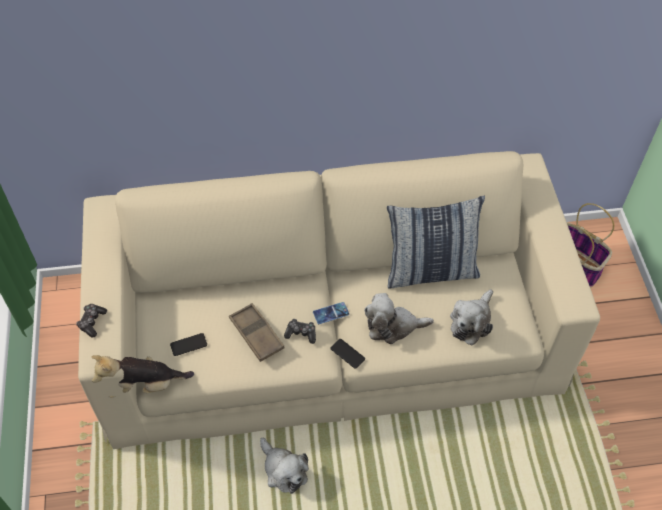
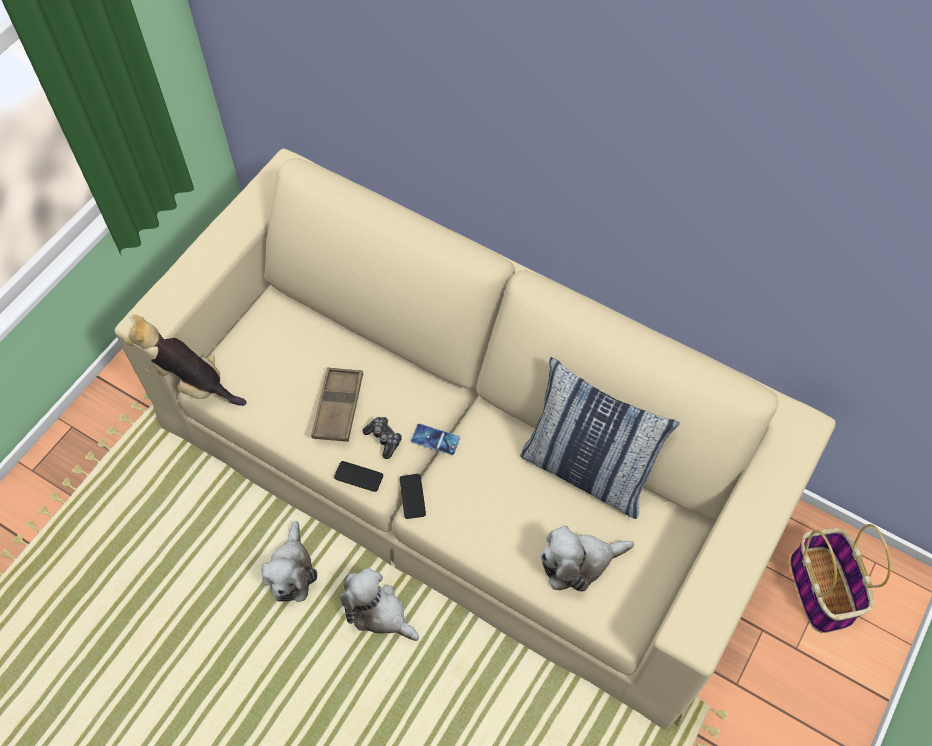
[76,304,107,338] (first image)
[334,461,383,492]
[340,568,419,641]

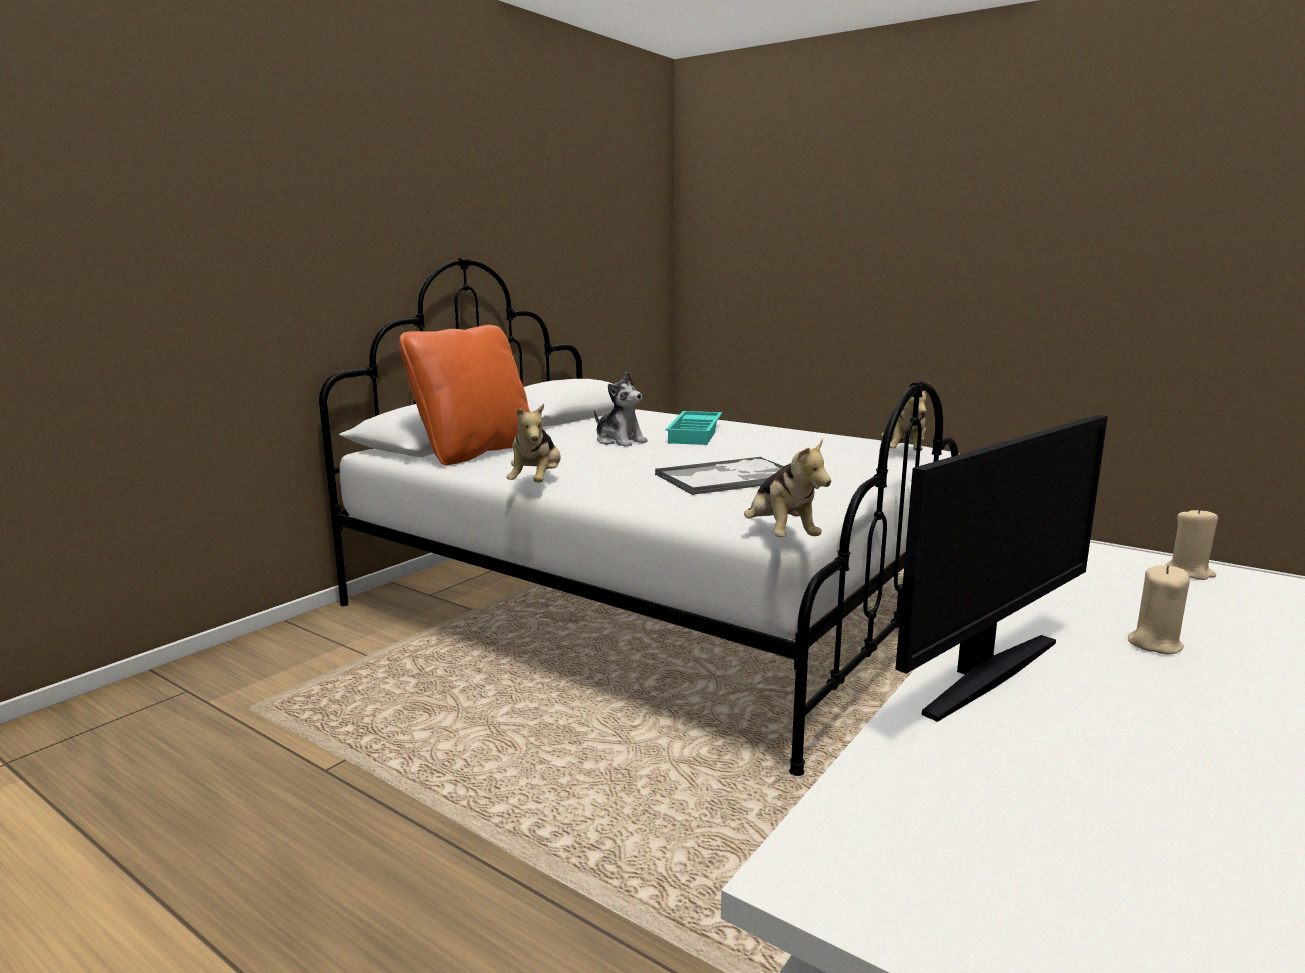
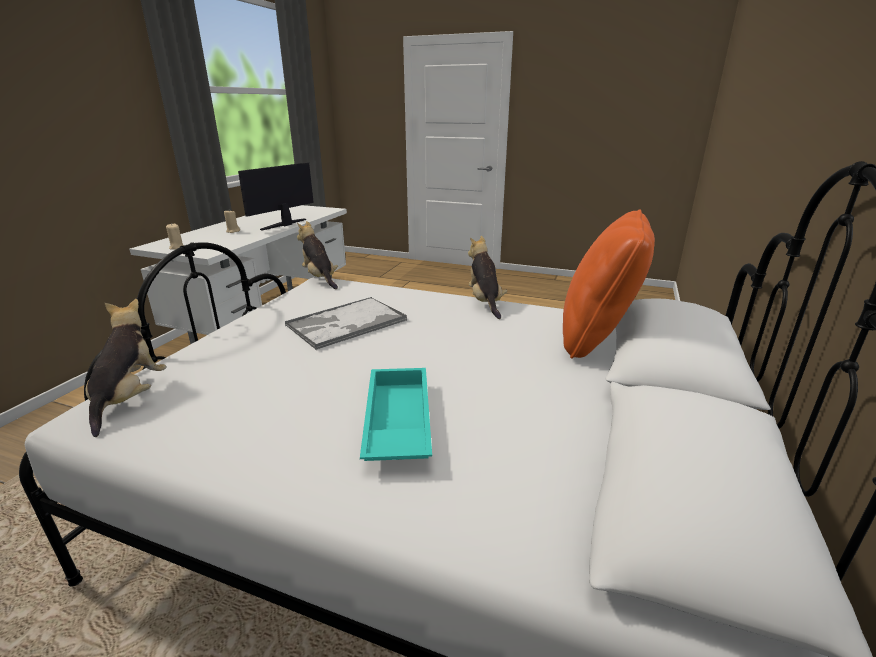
[594,372,648,447] (first image)

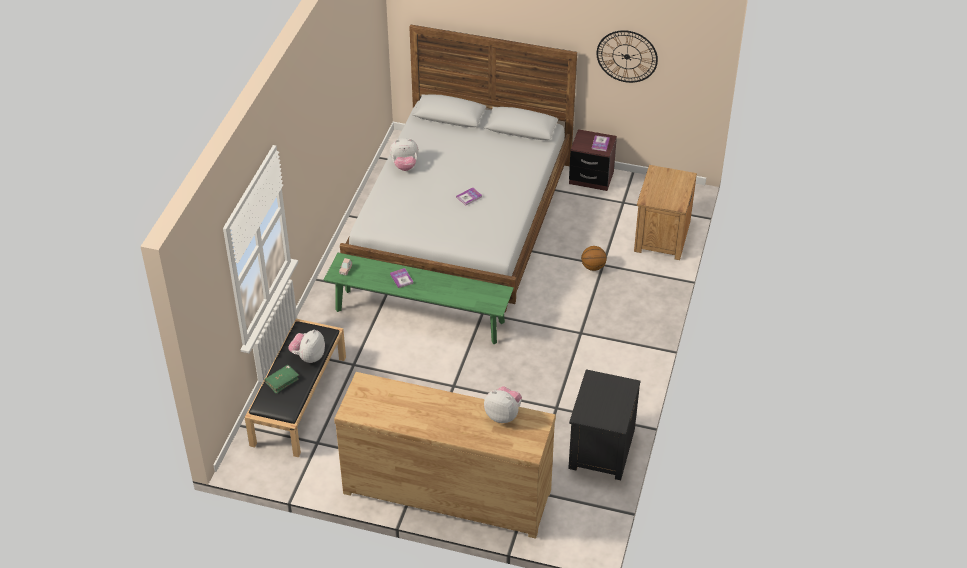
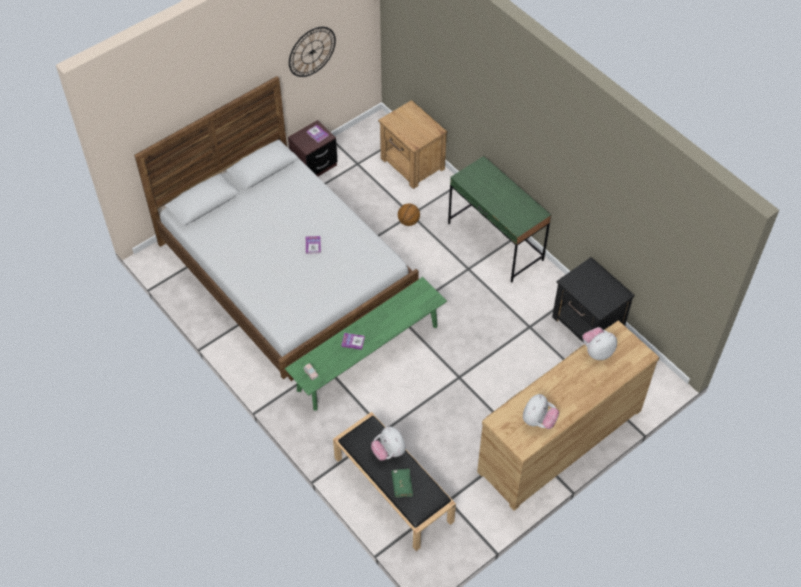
[448,156,551,283]
[523,394,559,429]

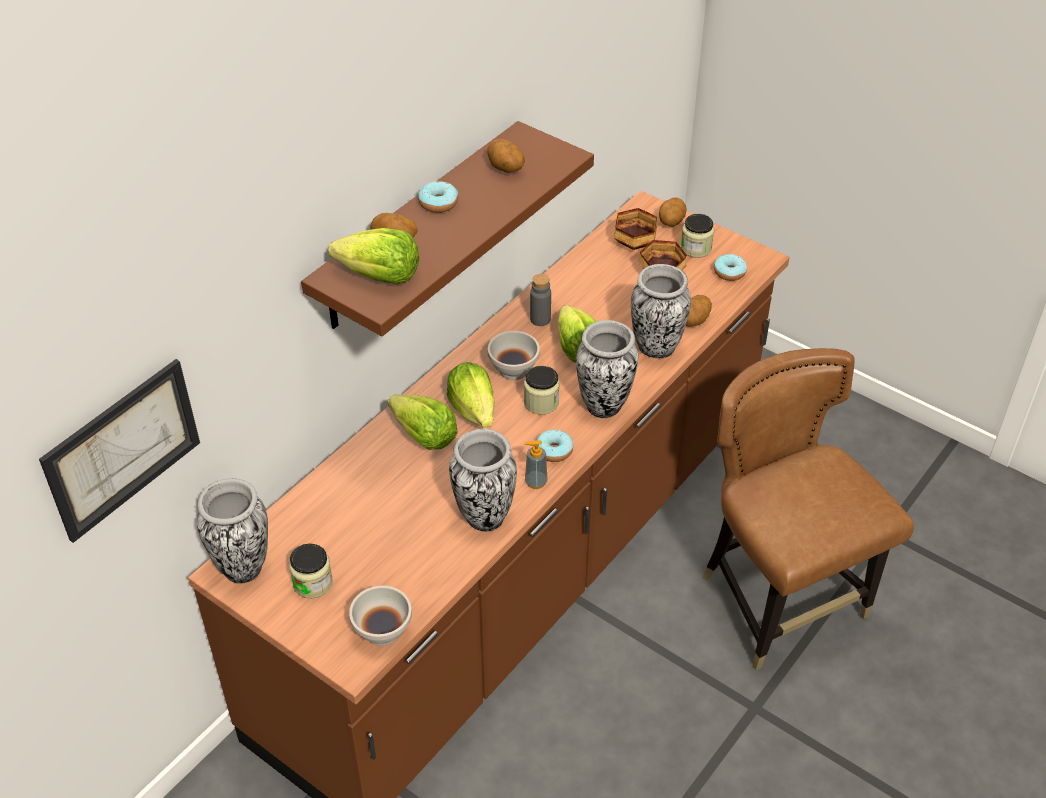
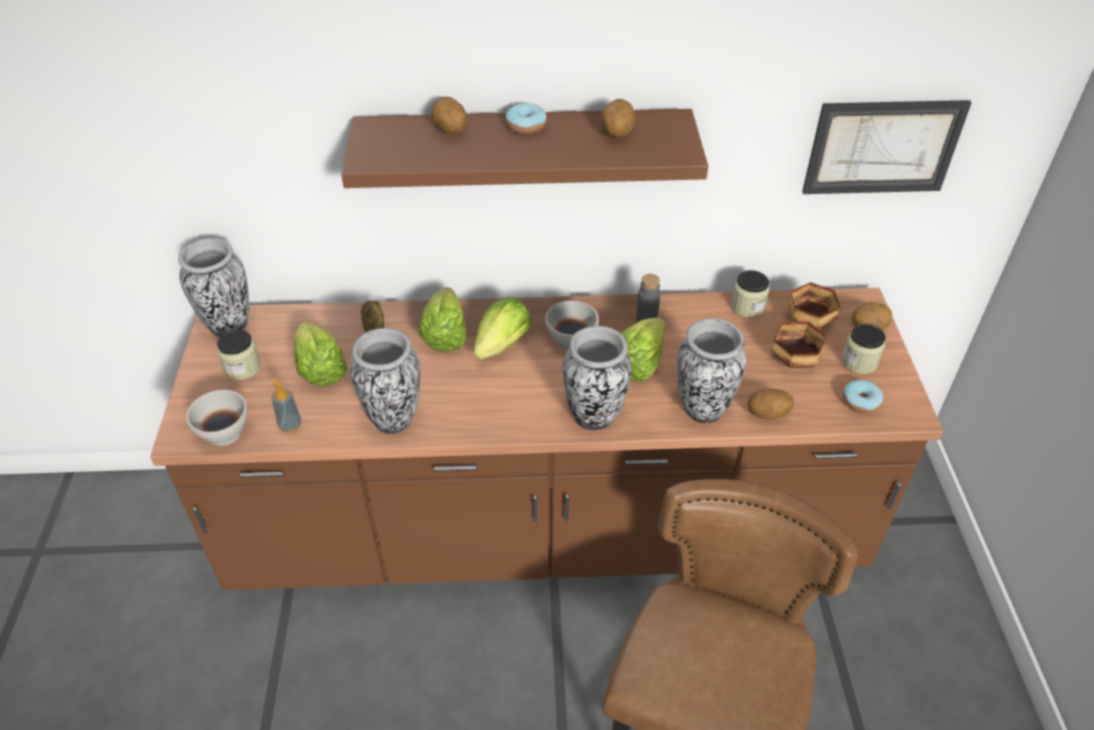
[536,430,573,462] (first image)
[361,301,384,333]
[802,100,972,194]
[294,322,347,387]
[731,270,769,318]
[270,377,301,433]

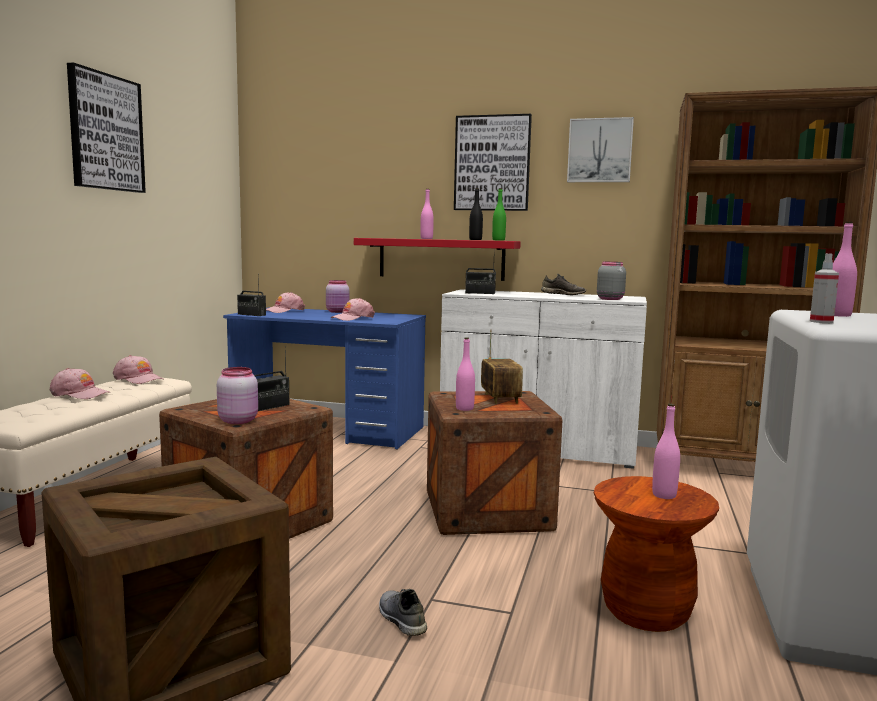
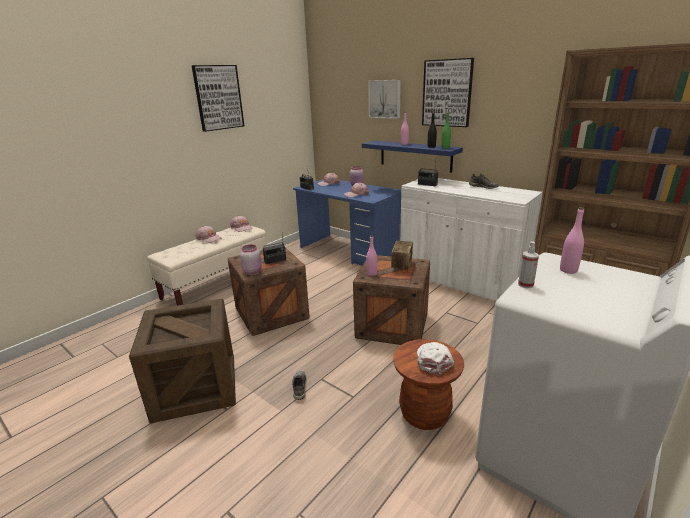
[597,262,626,300] (first image)
[368,80,401,119]
[417,342,454,375]
[362,141,463,173]

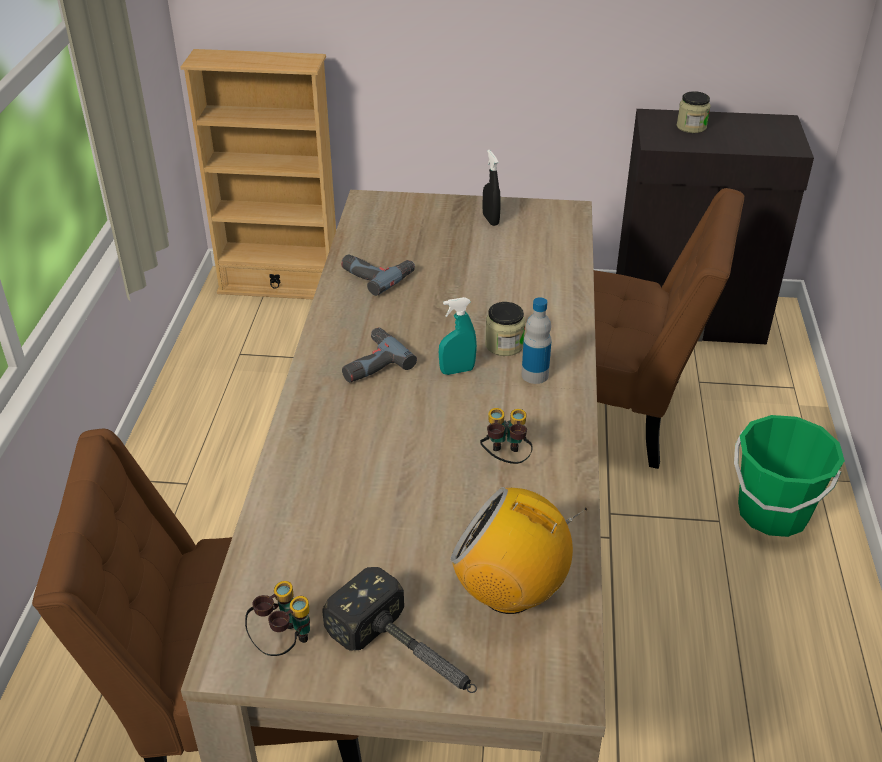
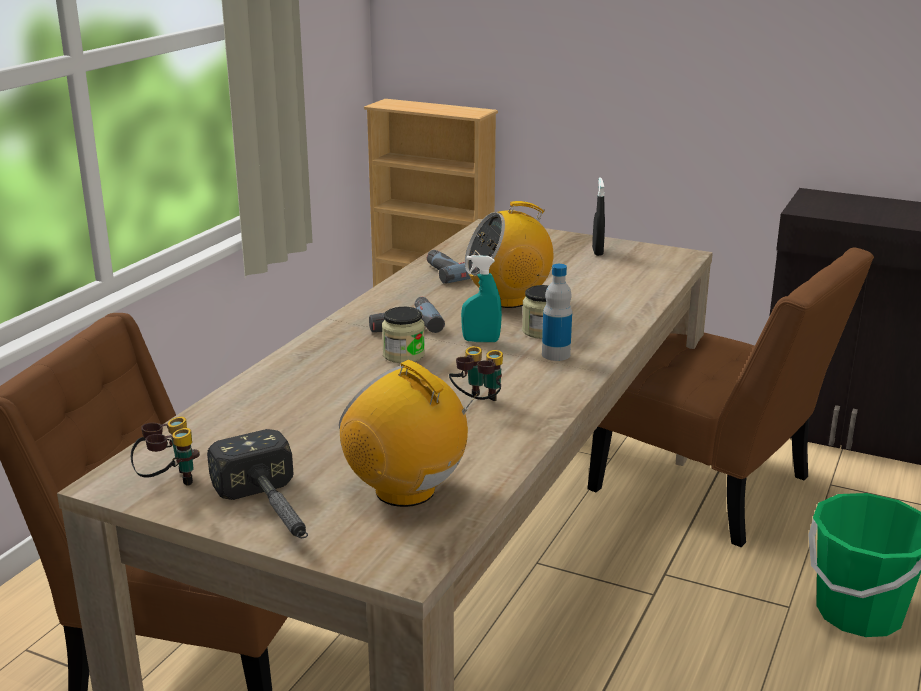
[465,201,553,308]
[382,307,425,363]

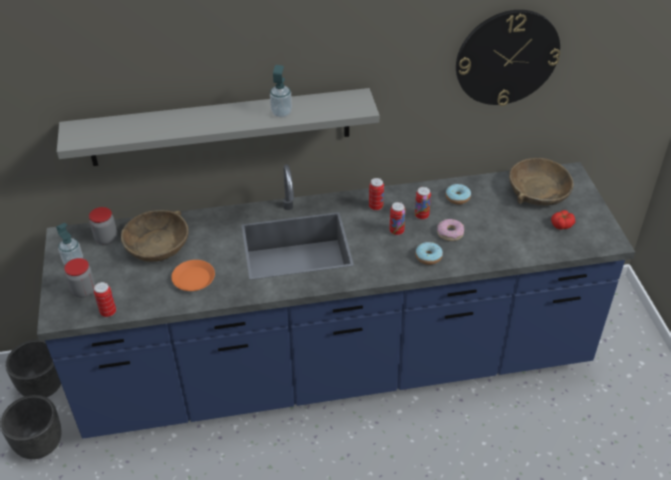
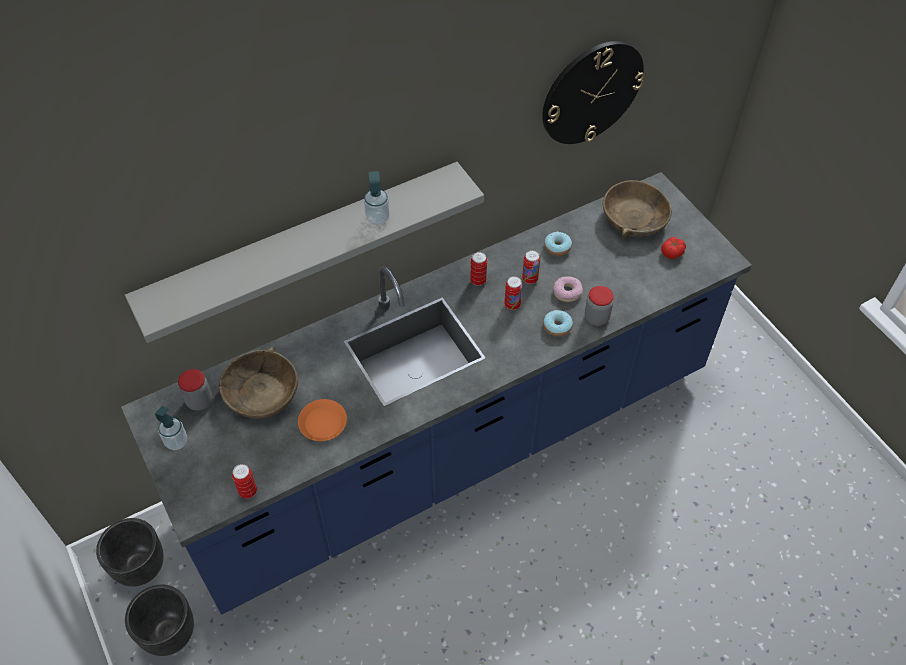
[585,286,614,326]

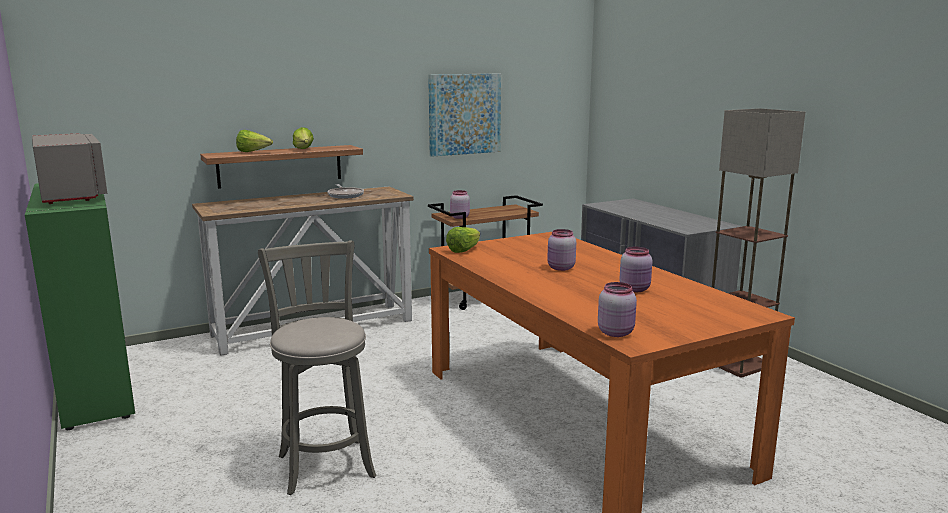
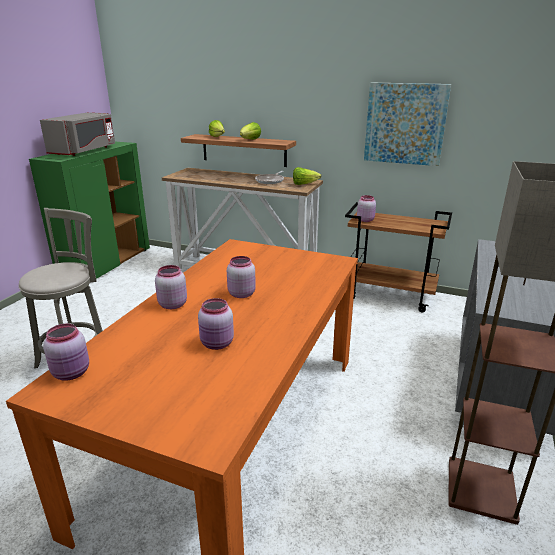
[155,265,187,309]
[293,167,321,185]

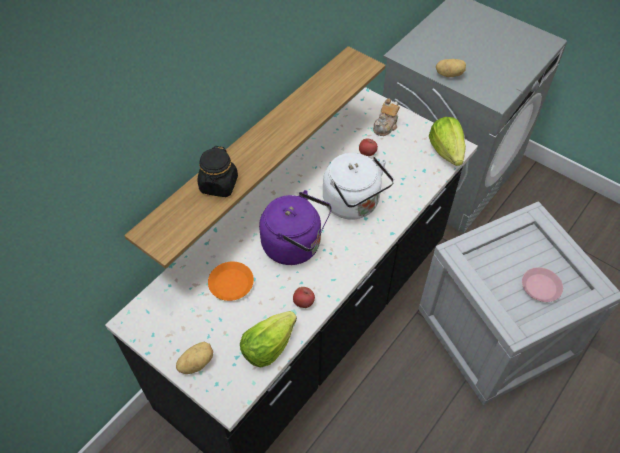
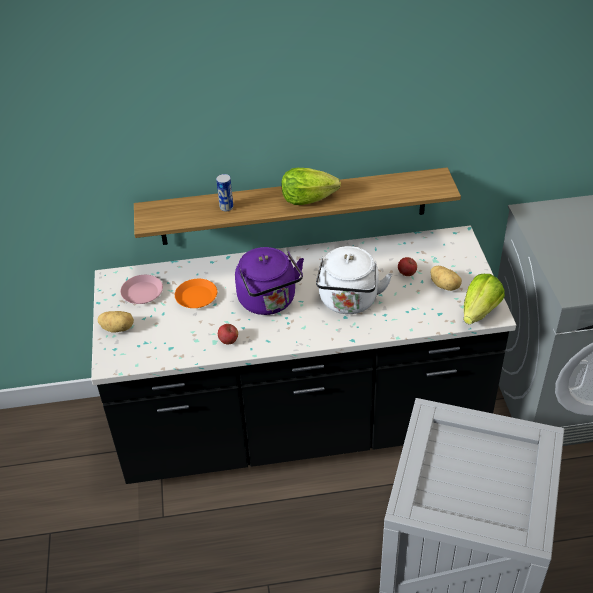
[373,99,400,136] (first image)
[281,168,341,205]
[431,266,462,291]
[120,275,163,304]
[216,174,233,211]

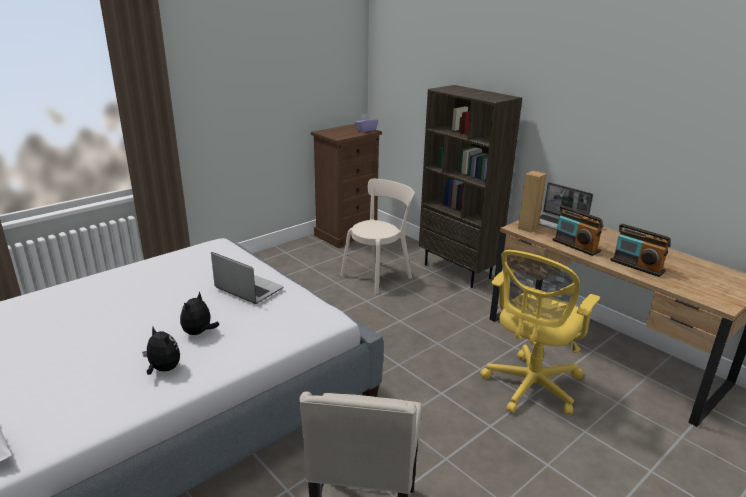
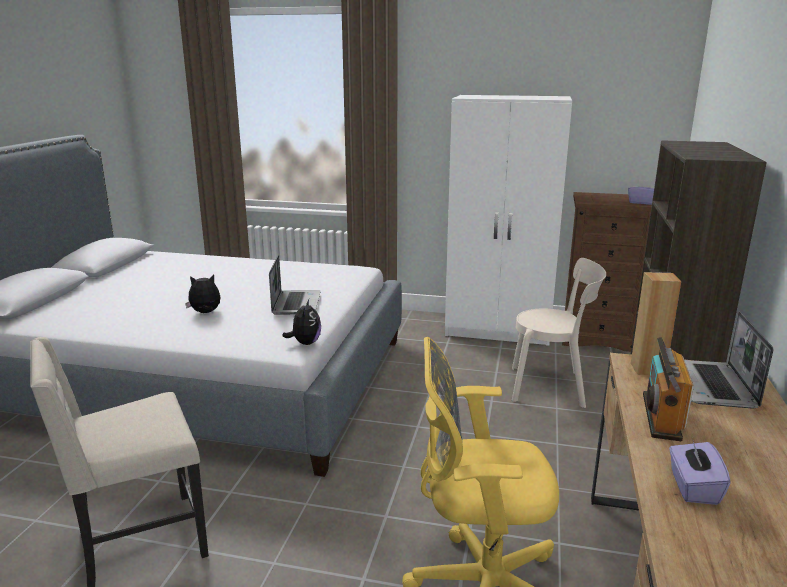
[445,95,572,346]
[282,299,321,345]
[669,439,731,505]

